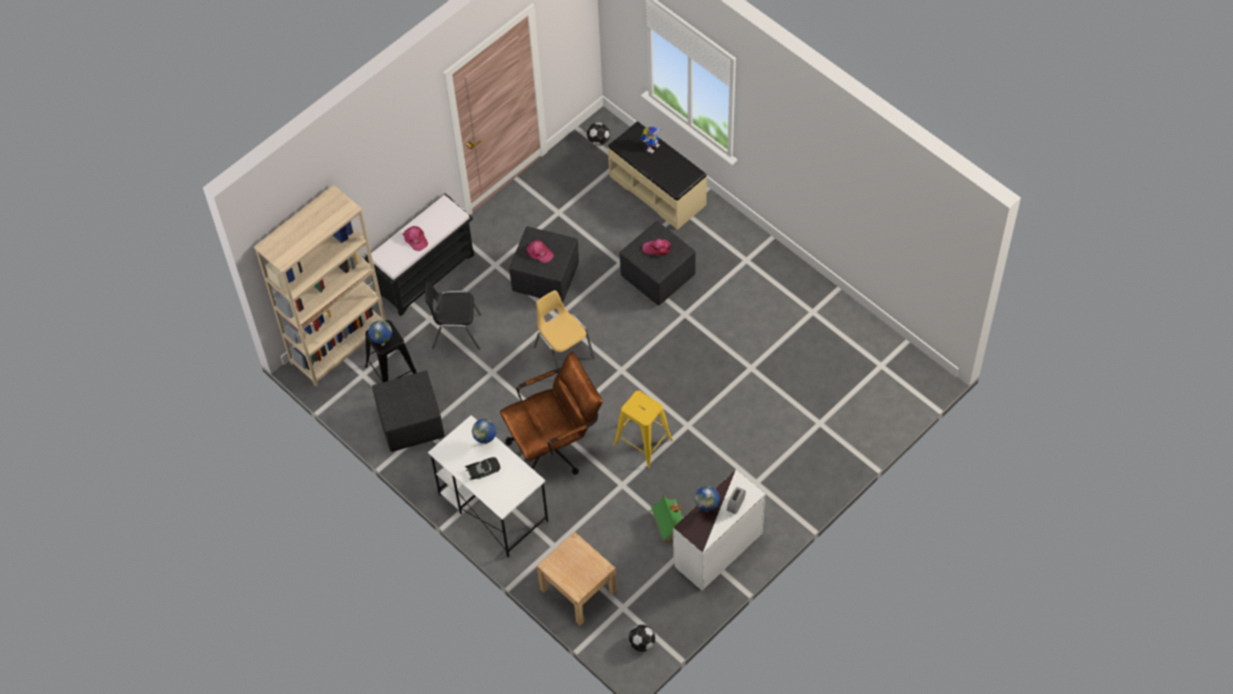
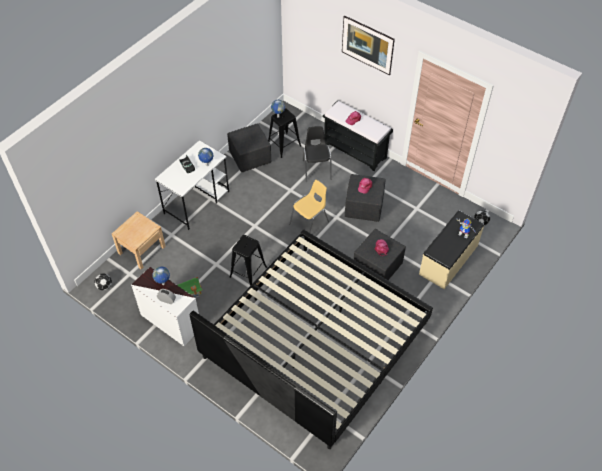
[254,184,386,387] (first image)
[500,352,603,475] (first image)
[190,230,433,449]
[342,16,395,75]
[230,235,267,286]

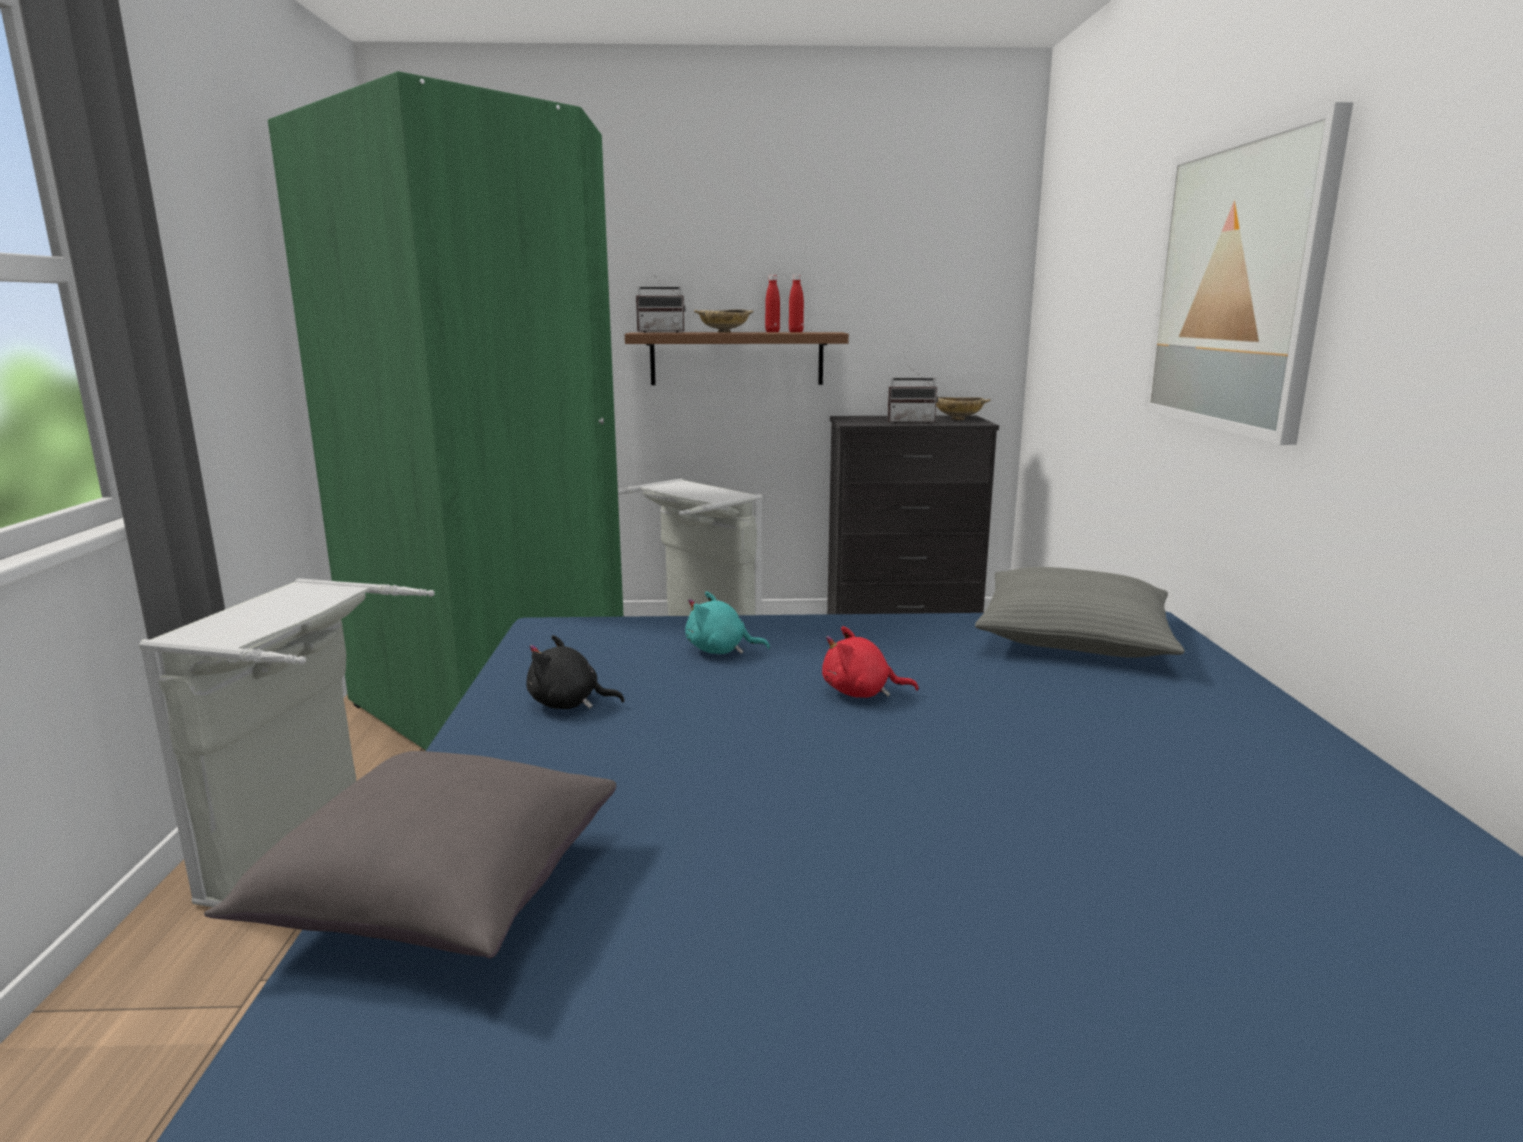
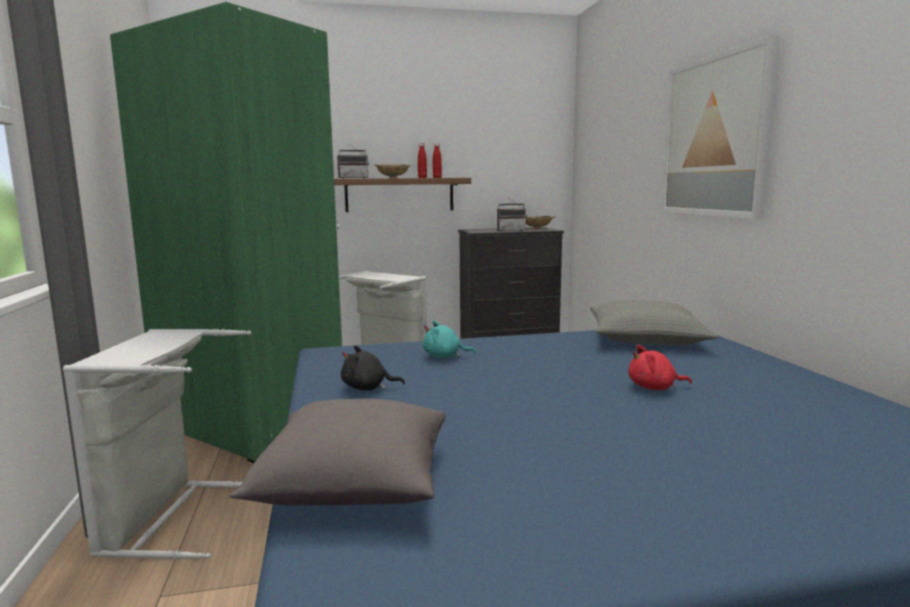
[628,345,692,390]

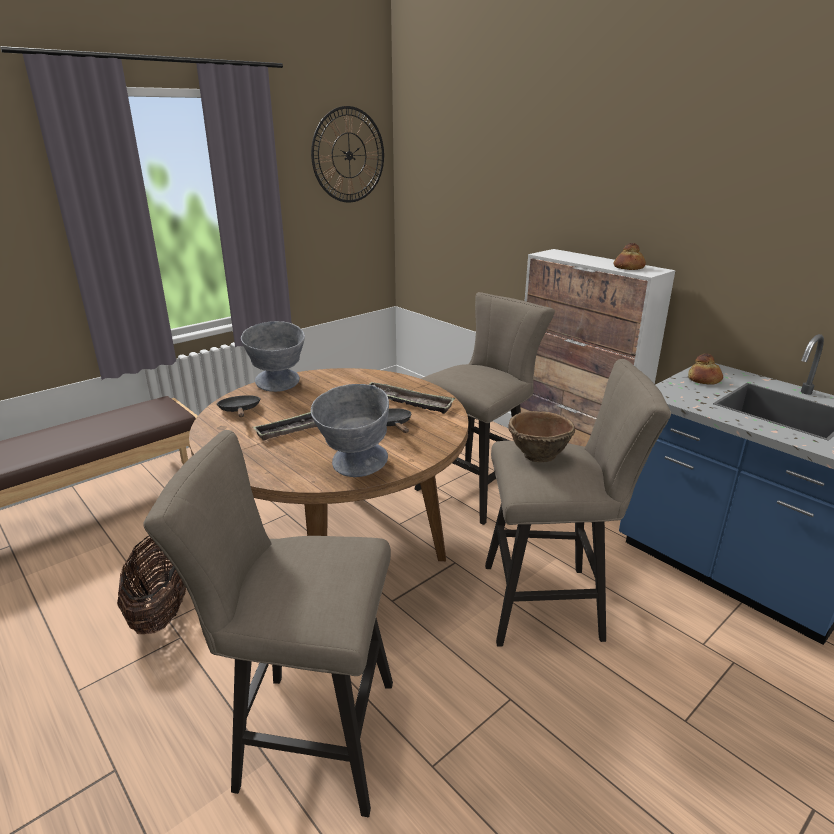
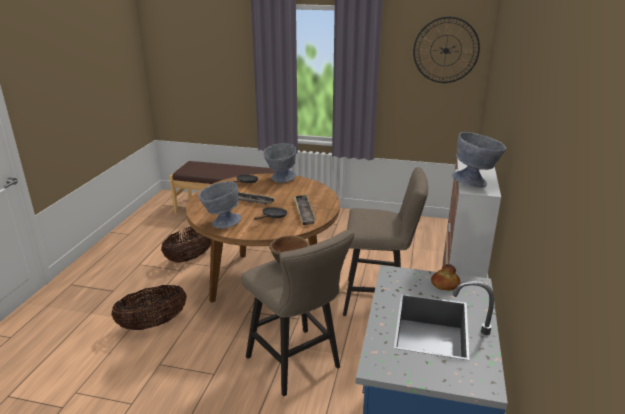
[111,285,187,330]
[452,132,506,188]

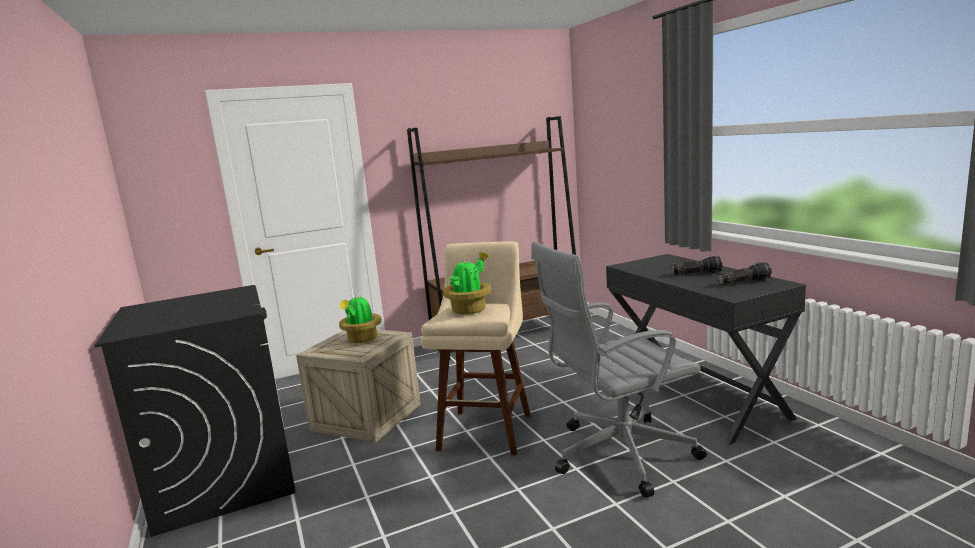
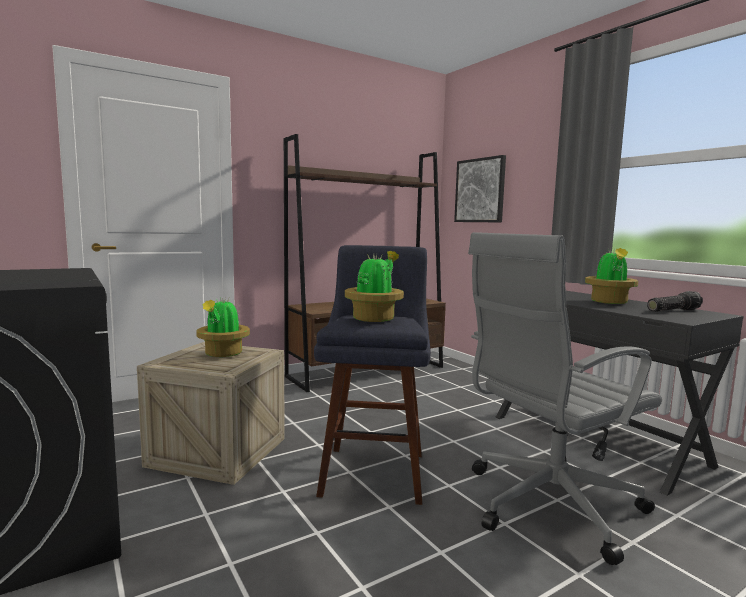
[454,155,506,223]
[585,248,638,304]
[314,245,431,505]

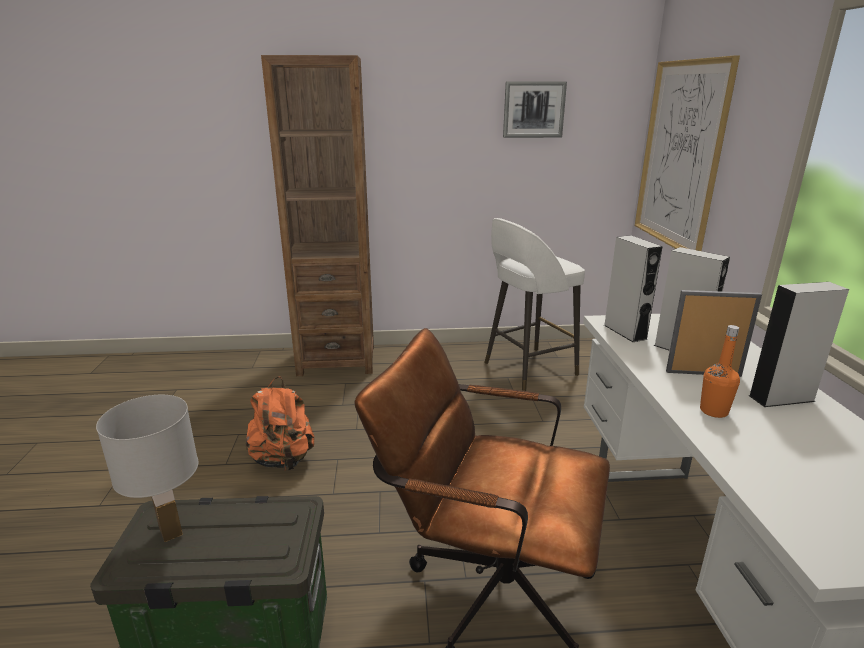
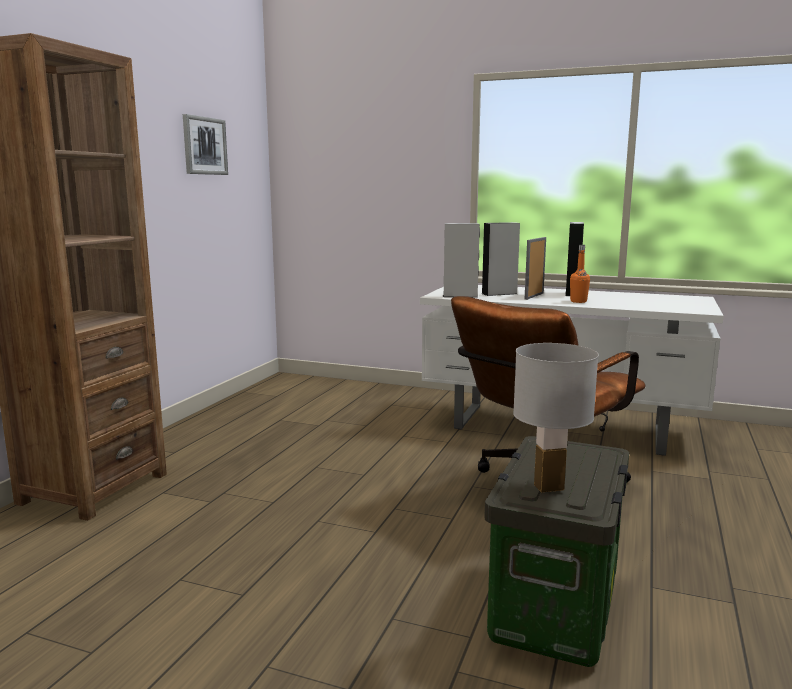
[246,377,314,470] (first image)
[484,218,585,391] (first image)
[635,56,740,251] (first image)

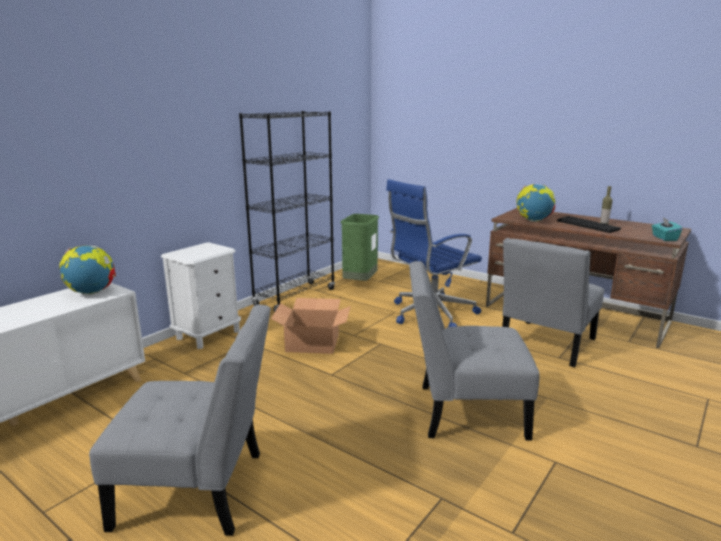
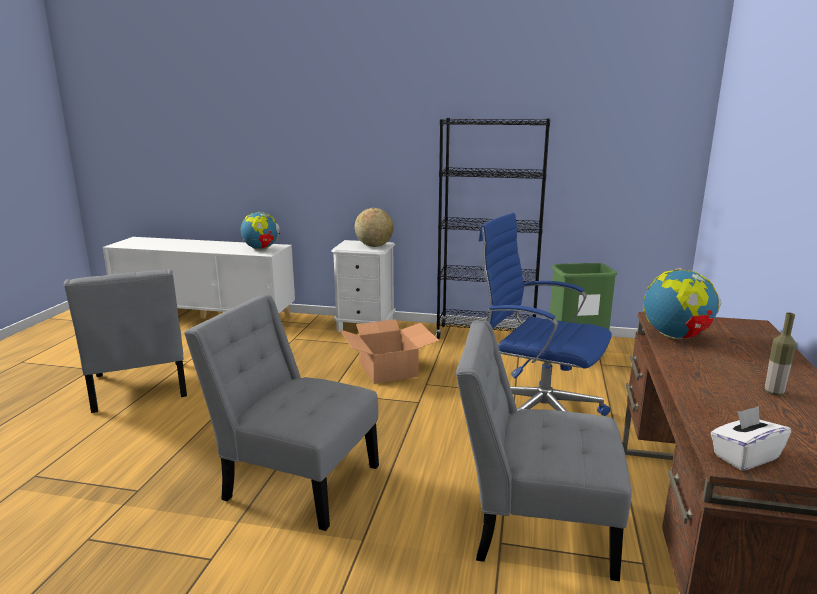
[557,216,621,233] (first image)
[355,208,393,247]
[711,406,791,471]
[184,295,379,531]

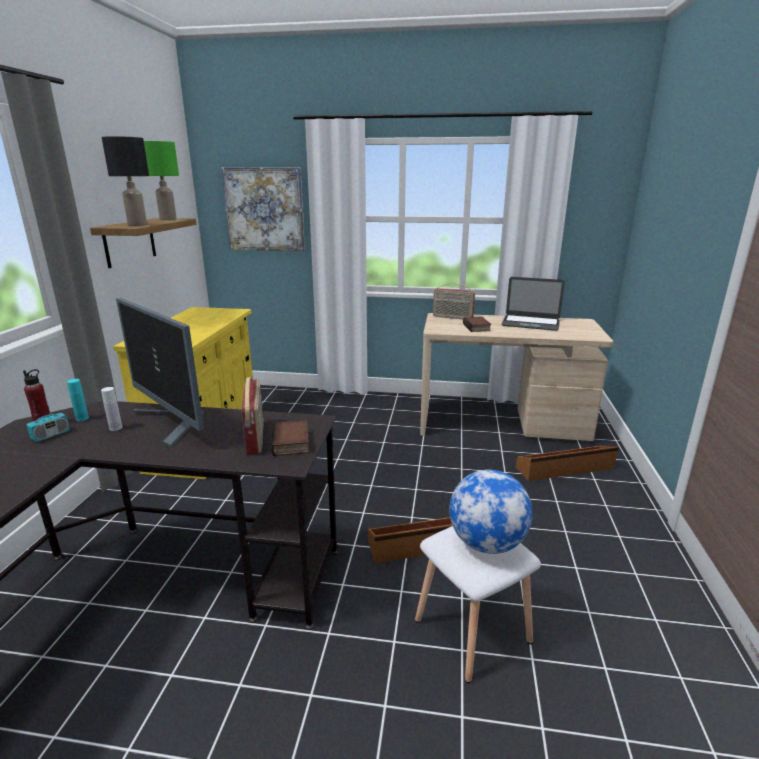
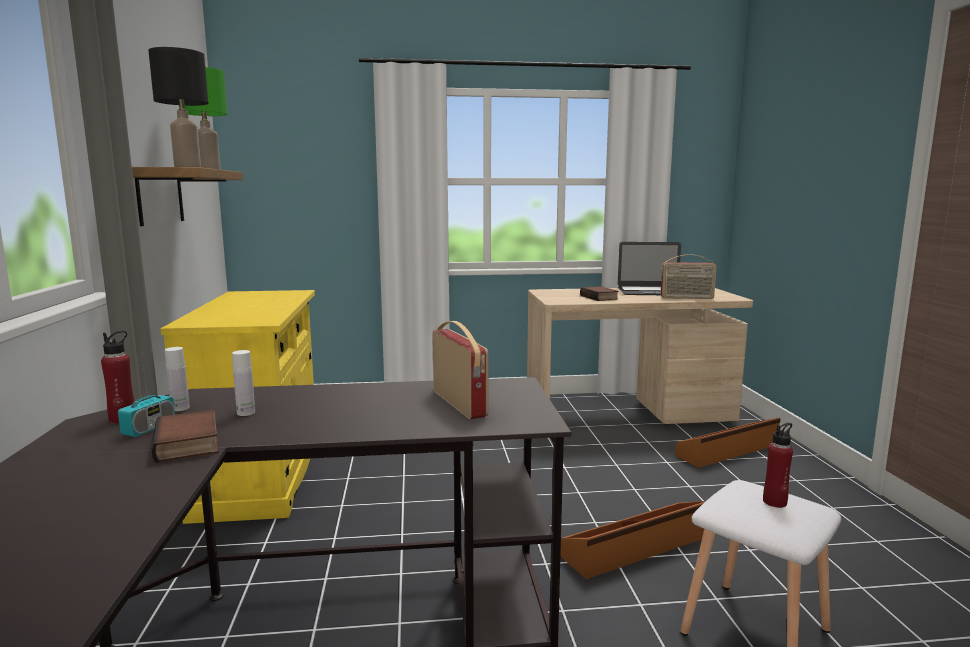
[116,298,204,448] (first image)
[221,167,305,251] (first image)
[152,410,219,463]
[661,254,717,299]
[763,423,793,508]
[165,347,190,411]

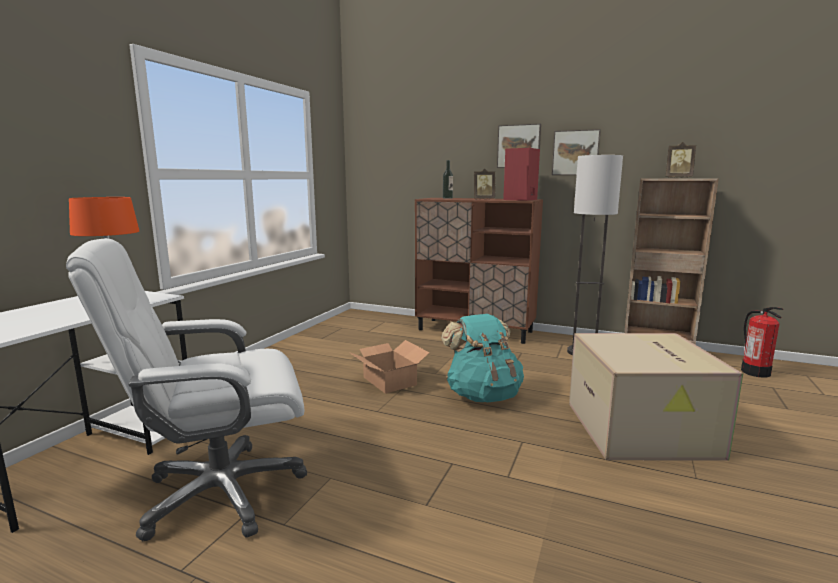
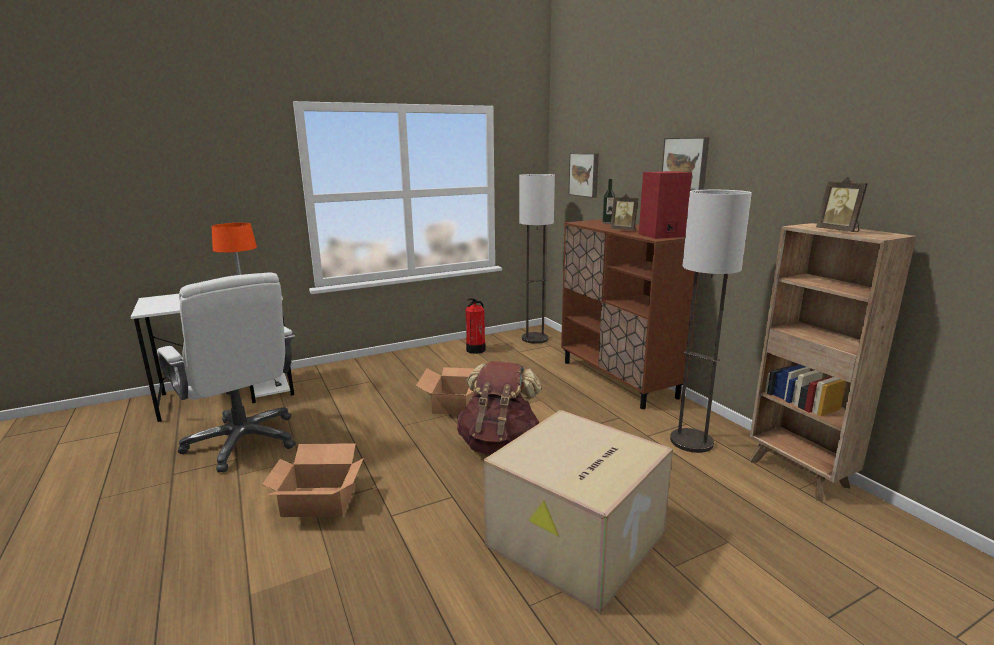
[262,443,364,517]
[519,174,555,344]
[568,153,599,198]
[465,298,485,354]
[457,361,542,455]
[157,272,295,472]

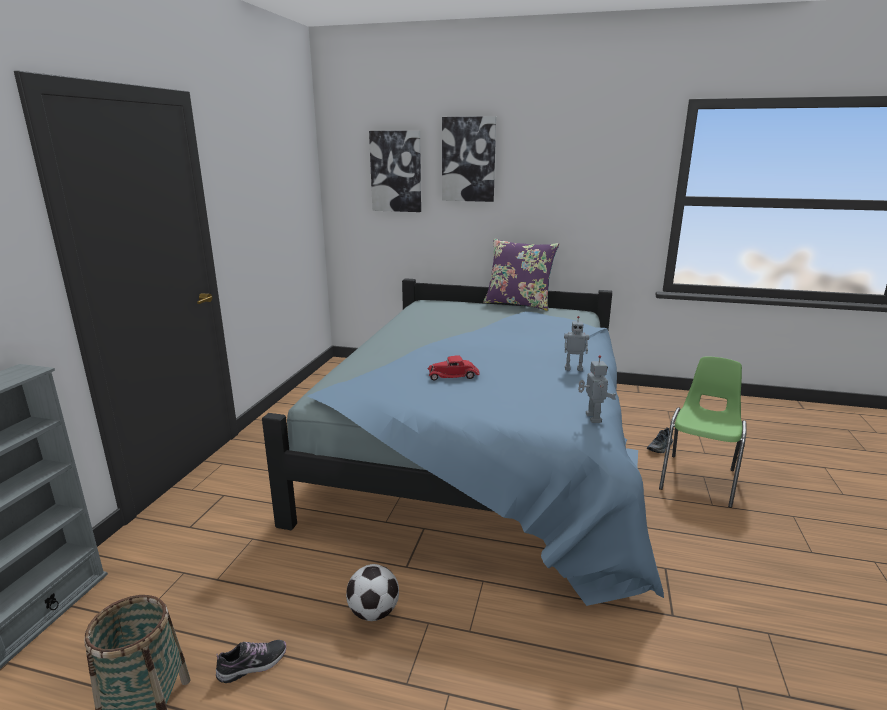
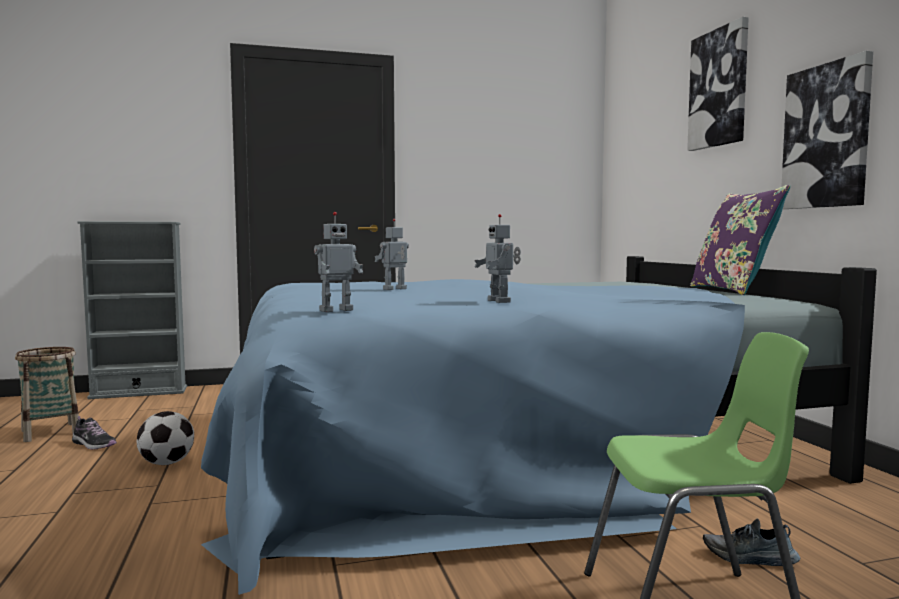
[781,51,873,209]
[375,219,409,290]

